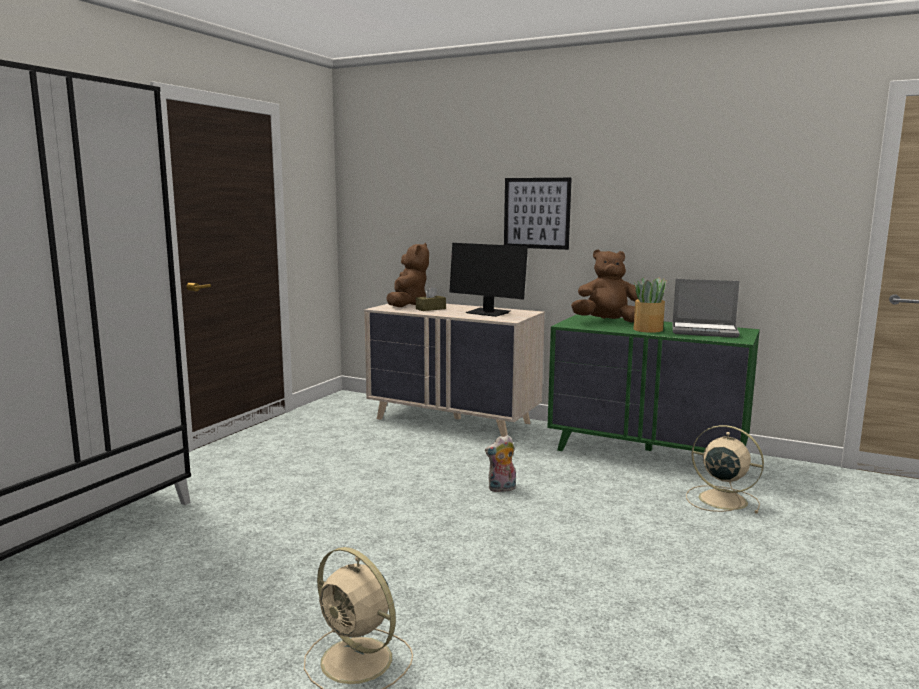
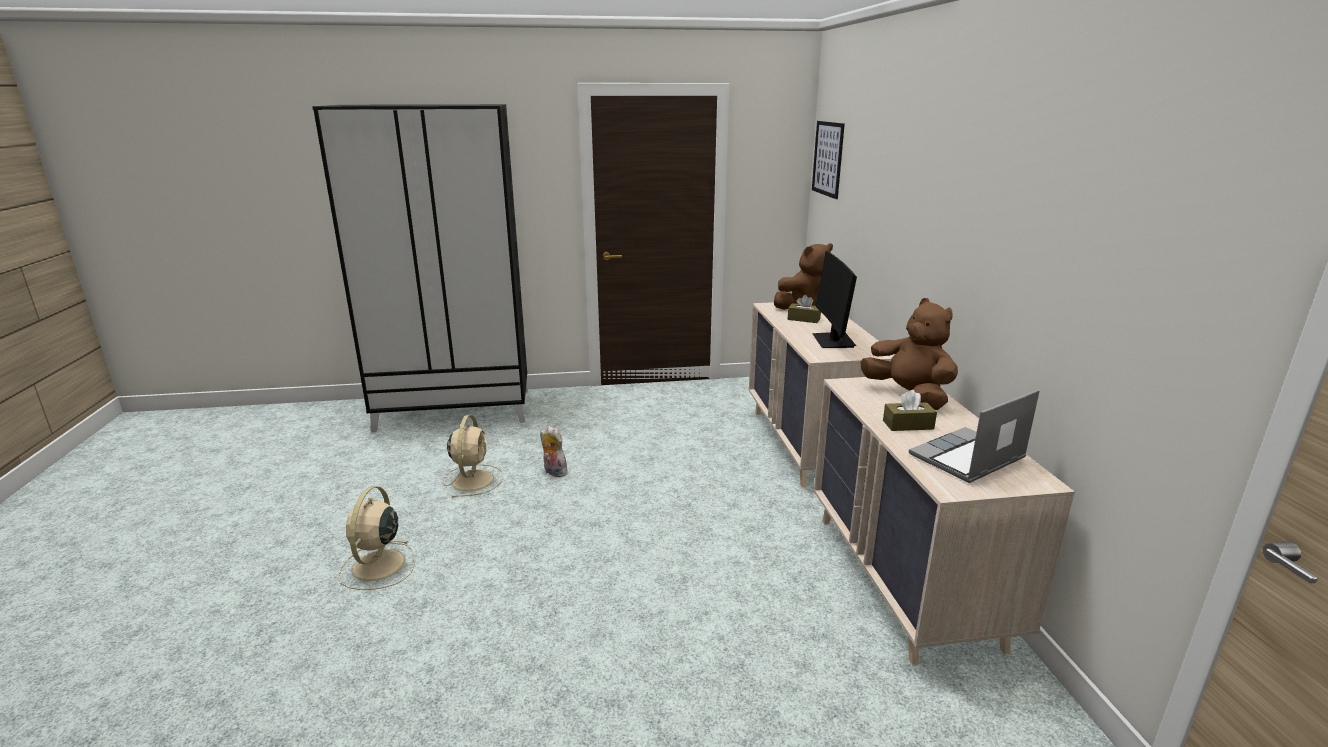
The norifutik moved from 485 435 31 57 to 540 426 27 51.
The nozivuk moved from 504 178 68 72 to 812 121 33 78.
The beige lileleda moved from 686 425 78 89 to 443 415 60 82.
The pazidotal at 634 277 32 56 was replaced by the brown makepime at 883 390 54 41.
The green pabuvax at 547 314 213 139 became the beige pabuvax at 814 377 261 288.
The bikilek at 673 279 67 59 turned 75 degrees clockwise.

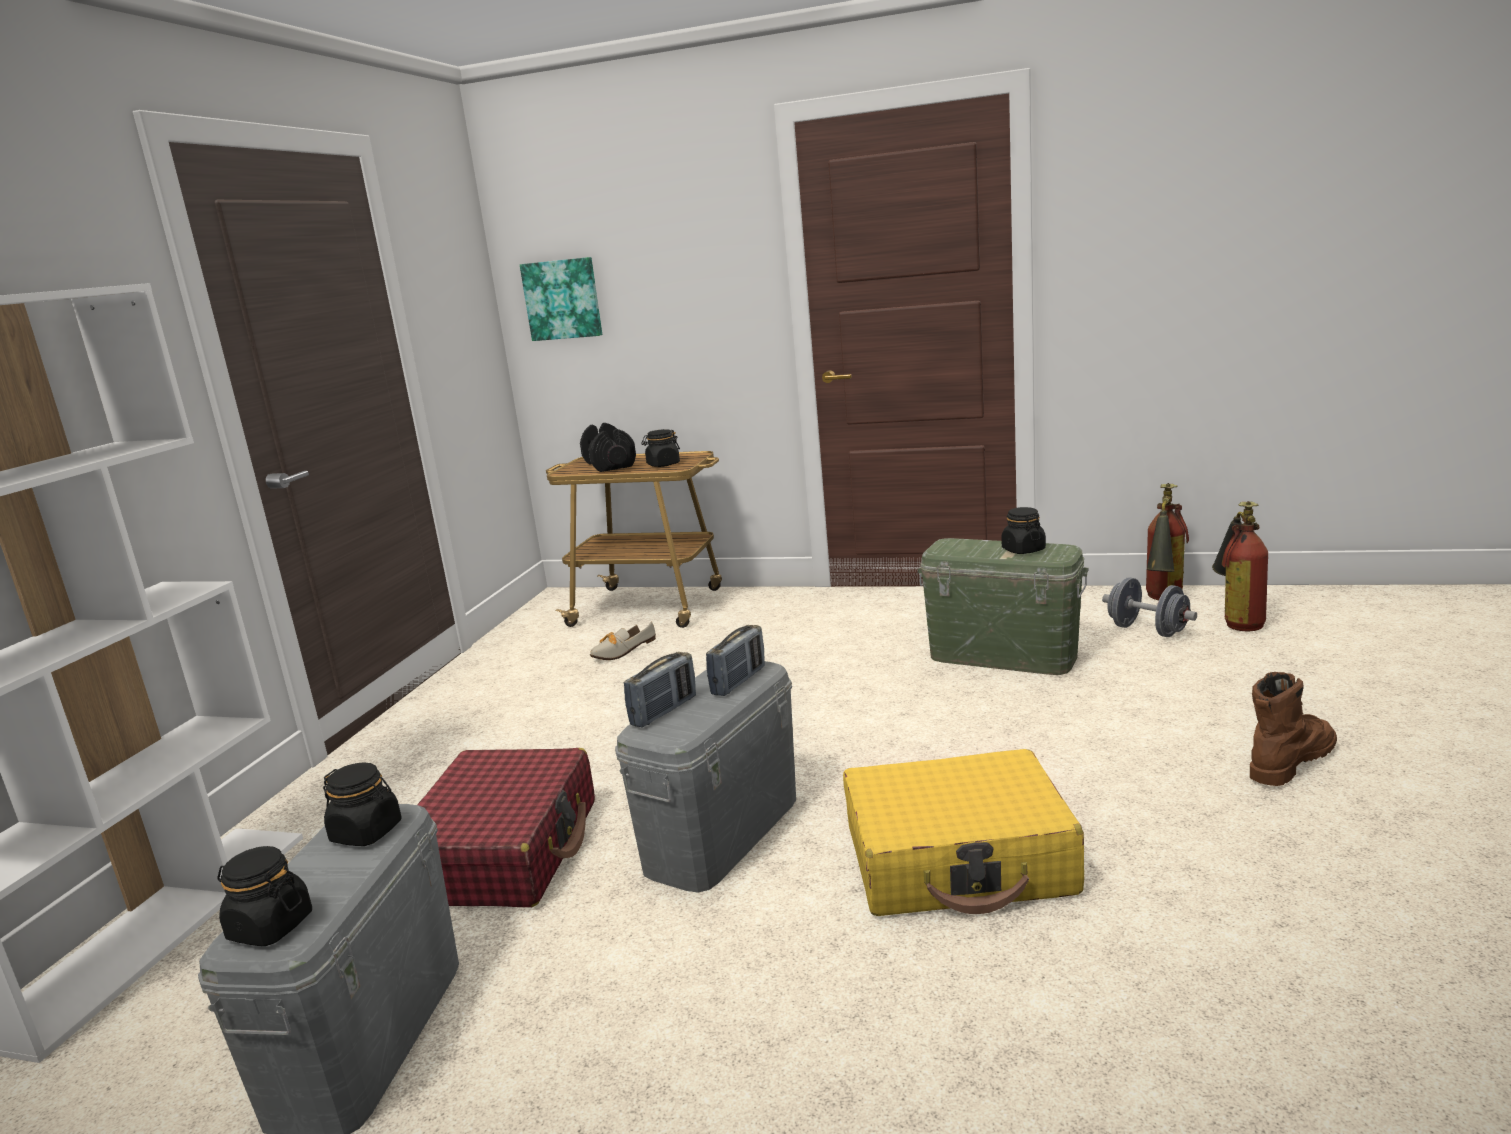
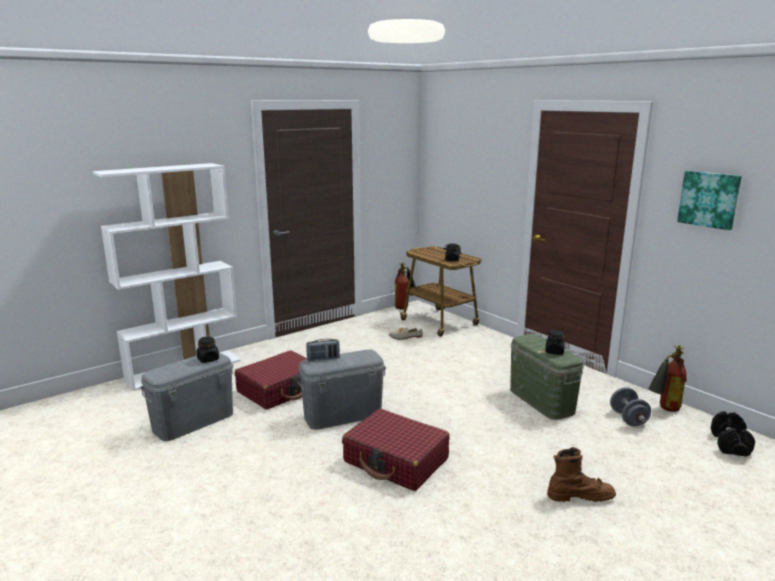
The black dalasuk at 217 846 95 100 disappeared.
The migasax at 706 625 59 71 disappeared.
The nozivuk moved from 520 257 82 84 to 677 171 65 59.
The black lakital moved from 580 423 56 49 to 711 411 44 46.
The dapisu moved from 1212 501 56 130 to 395 263 21 46.
The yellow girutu at 843 749 241 167 became the red girutu at 342 409 108 82.

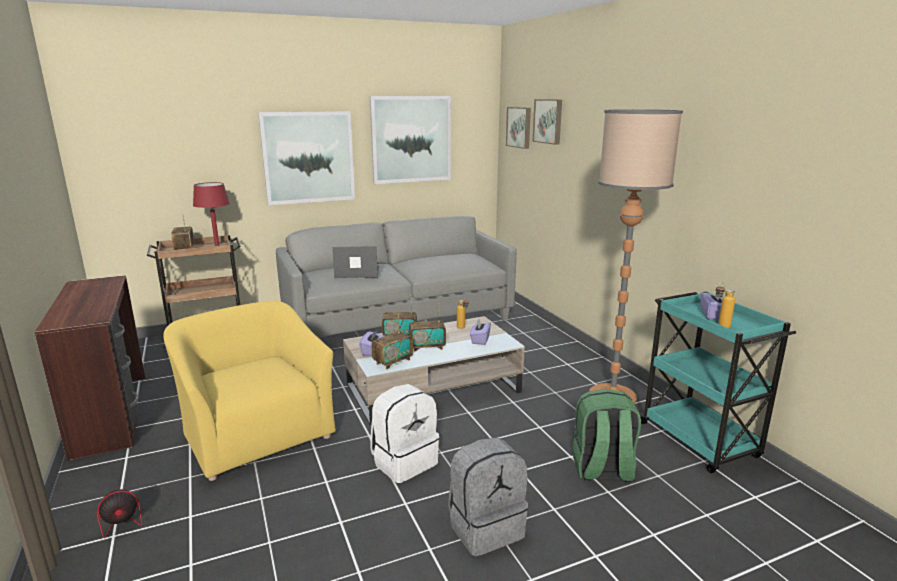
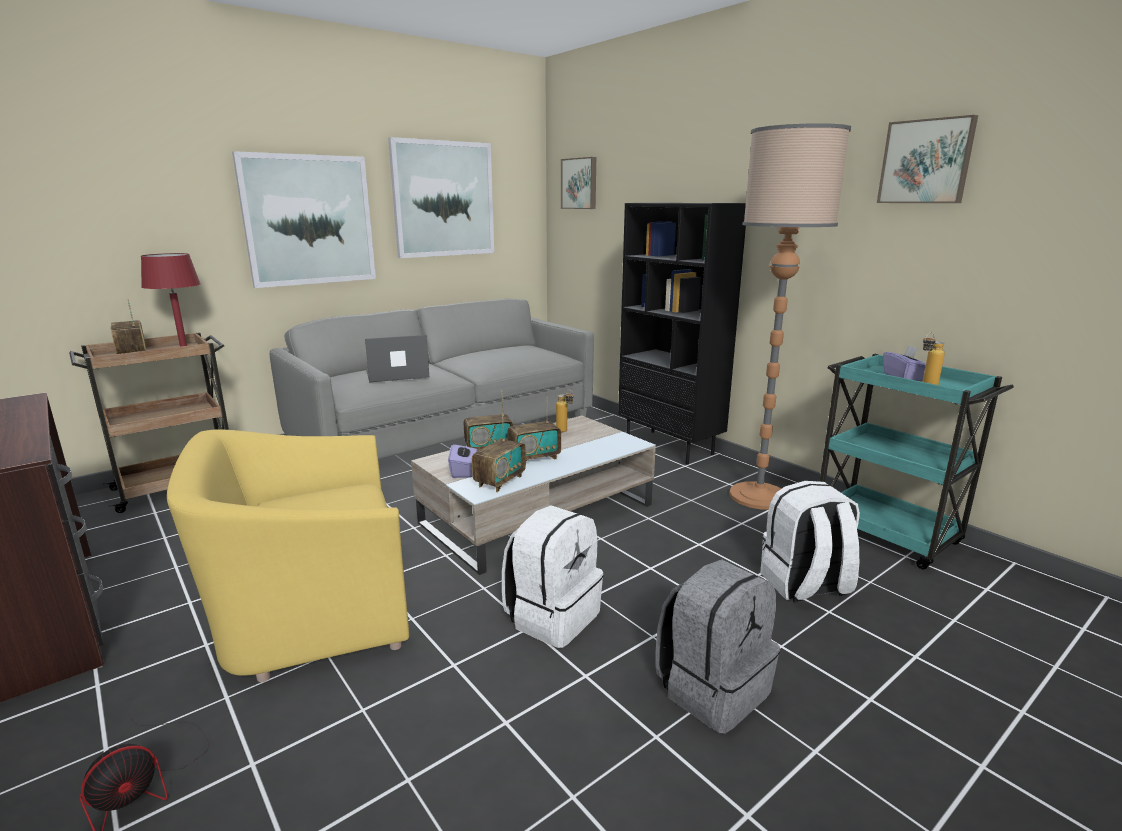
The purple makepime at 470 319 21 26 disappeared.
The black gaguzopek at 618 203 128 262 appeared.
The nozivuk moved from 533 99 29 46 to 877 115 101 88.
The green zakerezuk at 572 389 69 93 became the white zakerezuk at 760 481 100 121.
The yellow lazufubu at 163 300 173 181 turned 60 degrees counterclockwise.

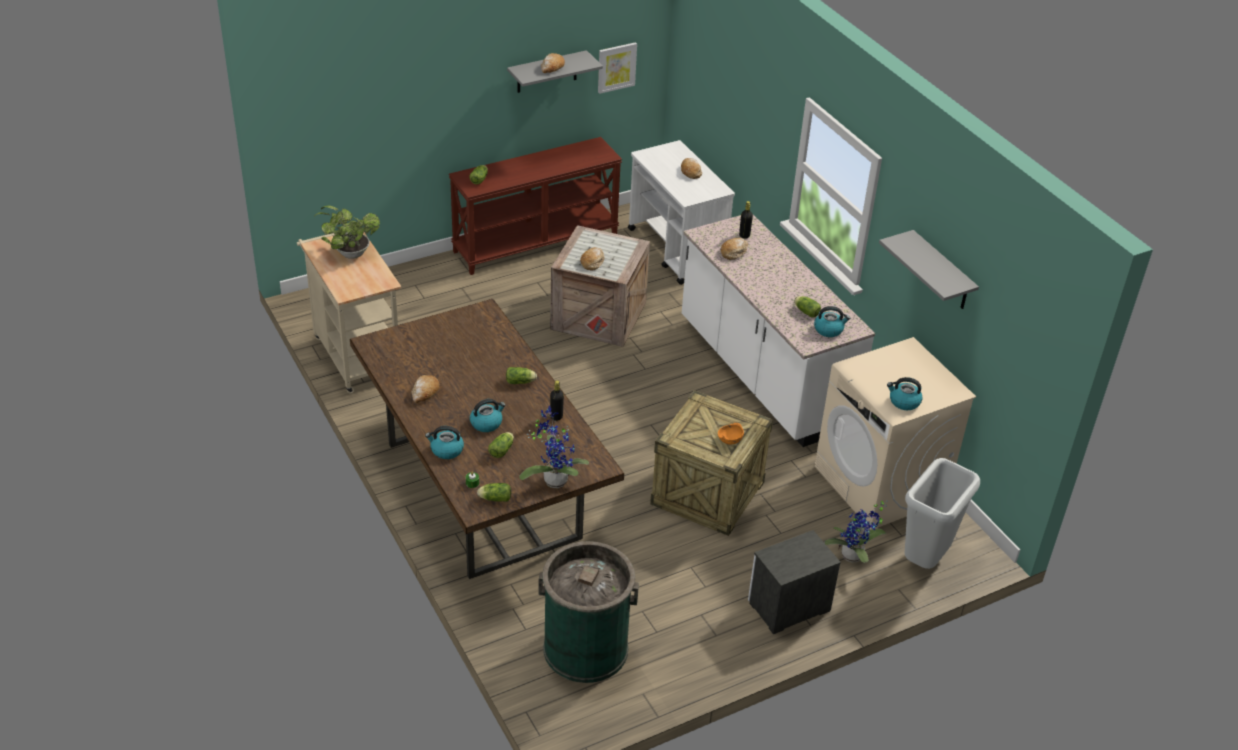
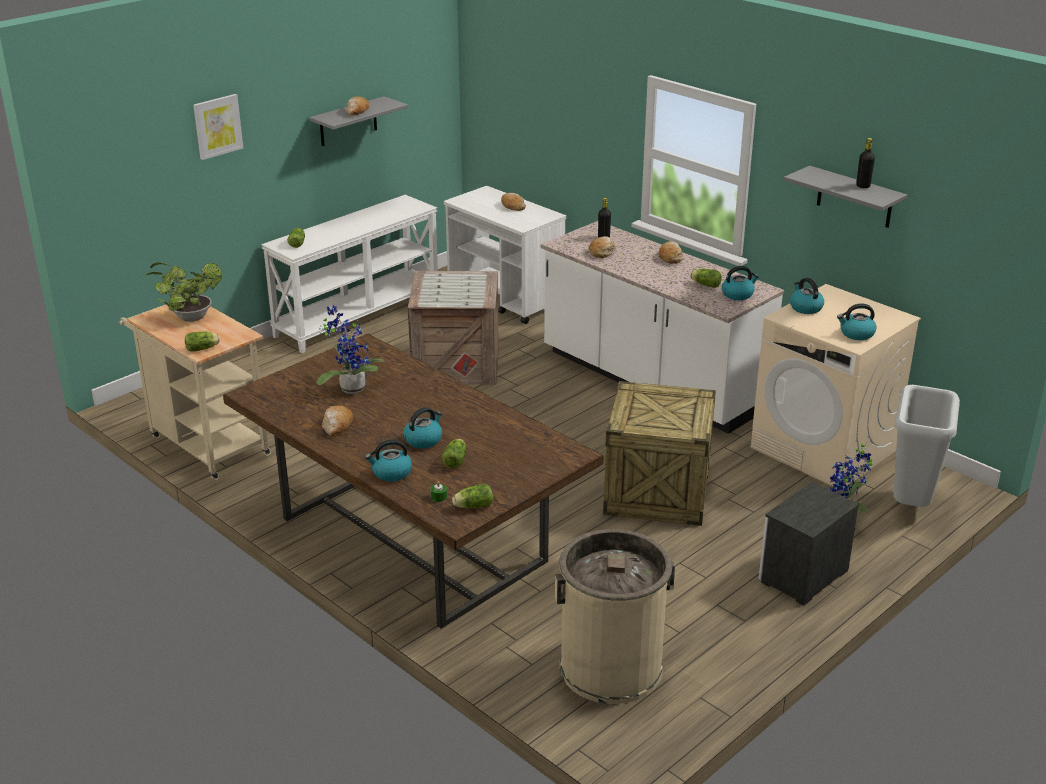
The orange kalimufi at 718 423 26 21 disappeared.
The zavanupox at 790 278 34 36 appeared.
The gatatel moved from 506 367 31 17 to 185 332 35 20.
The pazidotal moved from 519 406 70 82 to 316 305 69 89.
The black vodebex moved from 550 380 14 41 to 856 138 19 50.
The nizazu moved from 580 247 25 24 to 658 241 25 23.
The nozivuk moved from 598 42 39 52 to 193 94 50 66.
The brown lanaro at 449 137 173 138 became the white lanaro at 261 195 177 158.
The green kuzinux at 538 541 101 142 became the beige kuzinux at 555 529 120 175.

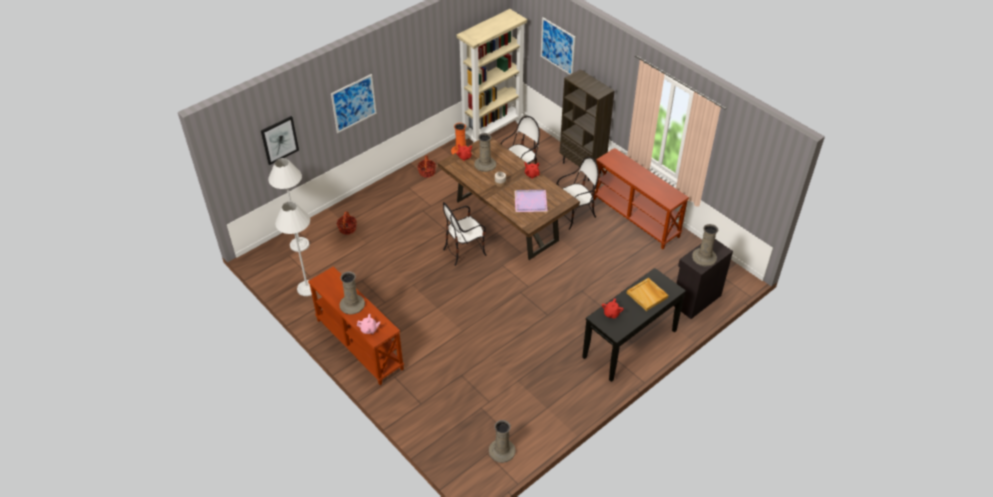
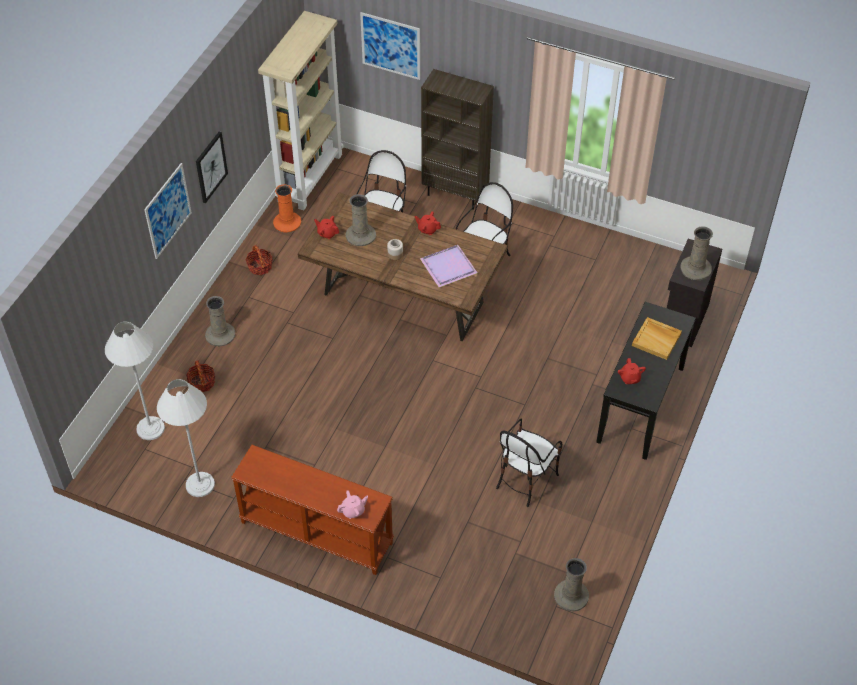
The brown lanaro at 594 148 95 101 disappeared.
The nozivuk moved from 261 116 38 49 to 196 131 32 72.
The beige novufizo moved from 340 271 25 43 to 205 296 30 50.
The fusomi moved from 443 202 44 64 to 496 419 66 88.

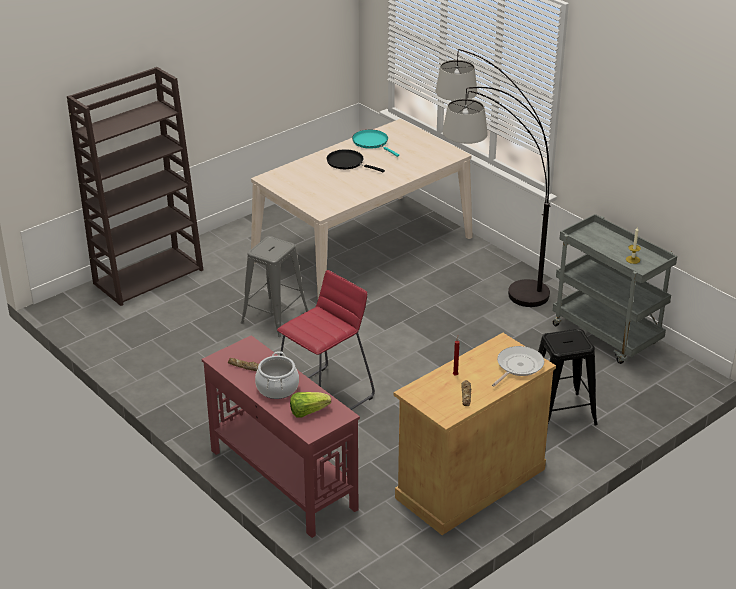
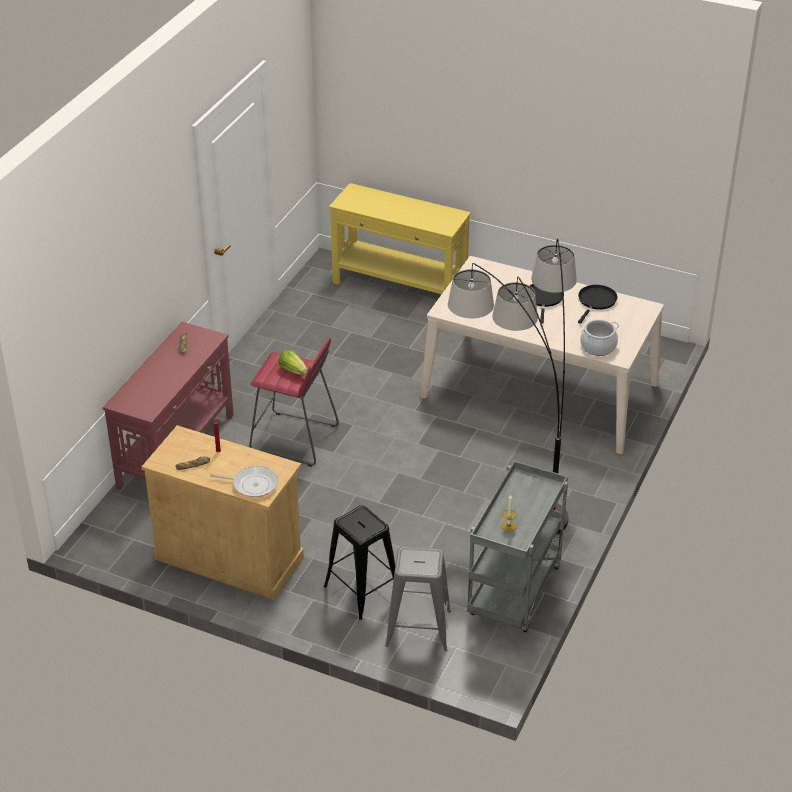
The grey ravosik moved from 241 236 68 101 to 385 547 66 104.
The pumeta moved from 255 351 44 48 to 580 319 39 37.
The gatatel moved from 290 392 41 26 to 279 350 29 25.
The brown gaguzopek at 67 67 136 239 was replaced by the yellow lanaro at 329 183 142 111.
The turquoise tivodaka at 352 130 47 27 became the black tivodaka at 578 285 40 39.

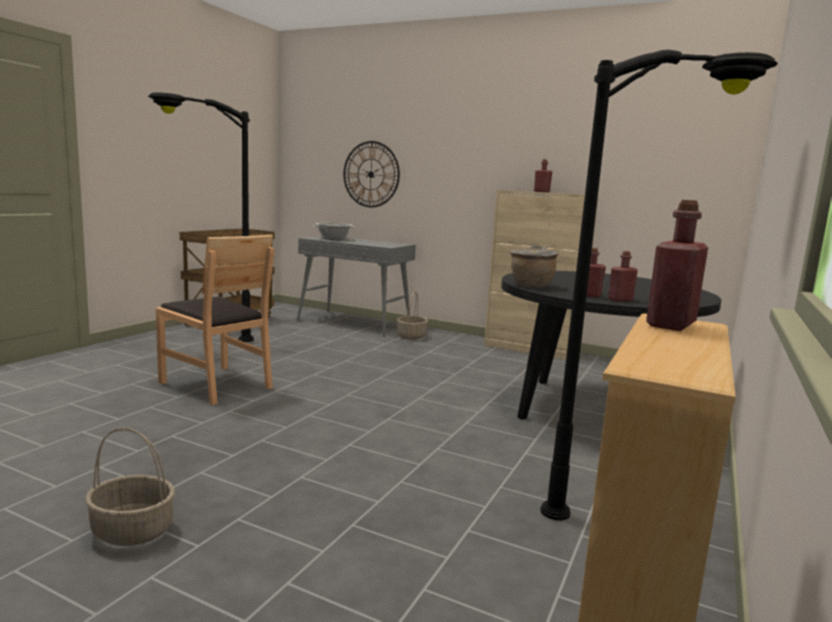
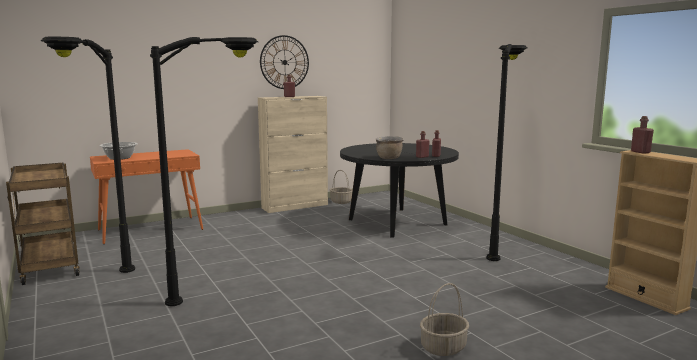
The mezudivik moved from 344 141 56 66 to 260 35 49 54.
The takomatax moved from 397 291 31 49 to 330 170 23 34.
The brown fusomi at 156 235 118 170 was replaced by the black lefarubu at 150 37 108 269.
The grey lanaro at 297 236 119 100 became the orange lanaro at 90 149 113 95.

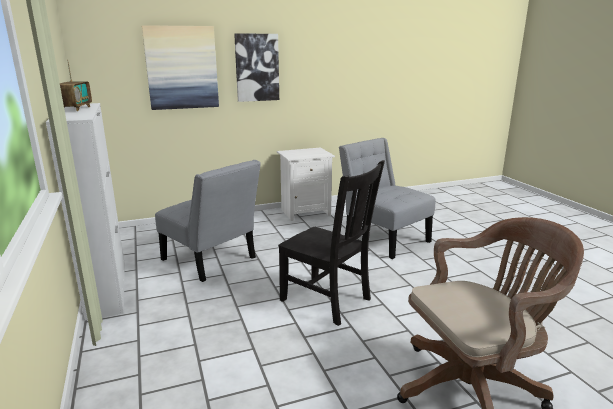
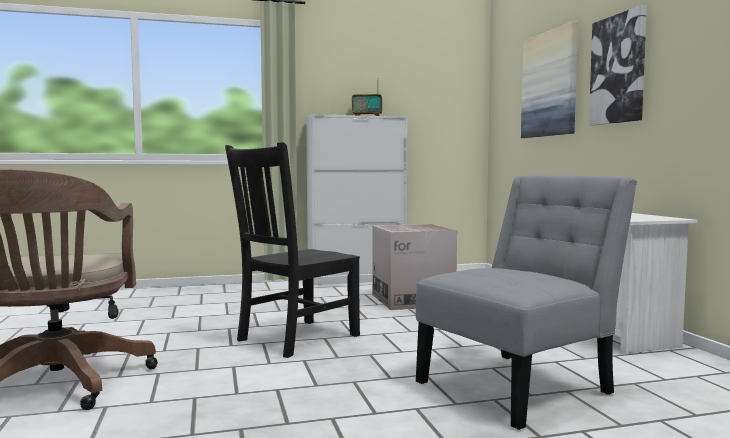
The grey fusomi at 155 160 106 122 was replaced by the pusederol at 372 224 85 86.

